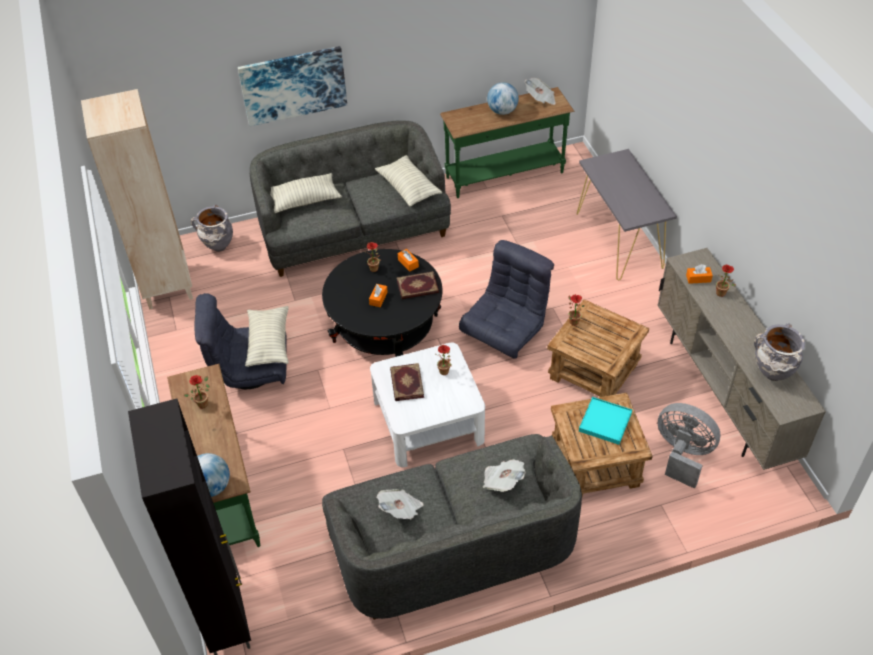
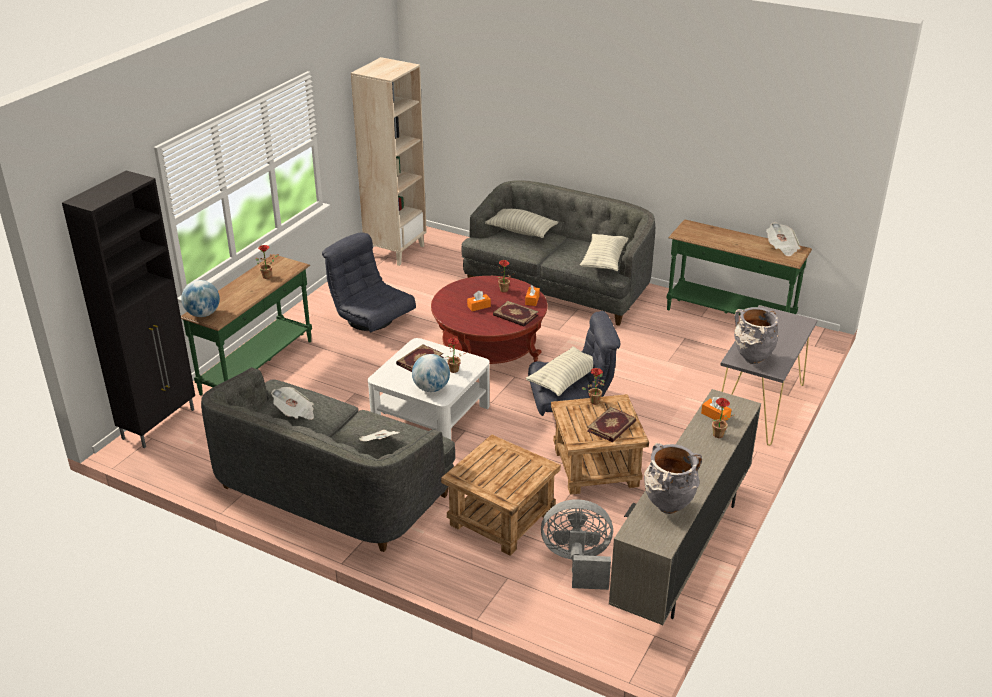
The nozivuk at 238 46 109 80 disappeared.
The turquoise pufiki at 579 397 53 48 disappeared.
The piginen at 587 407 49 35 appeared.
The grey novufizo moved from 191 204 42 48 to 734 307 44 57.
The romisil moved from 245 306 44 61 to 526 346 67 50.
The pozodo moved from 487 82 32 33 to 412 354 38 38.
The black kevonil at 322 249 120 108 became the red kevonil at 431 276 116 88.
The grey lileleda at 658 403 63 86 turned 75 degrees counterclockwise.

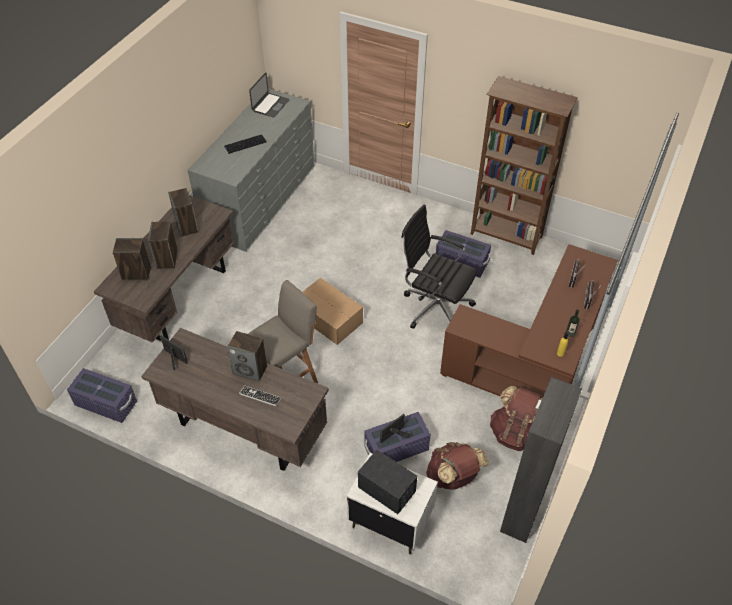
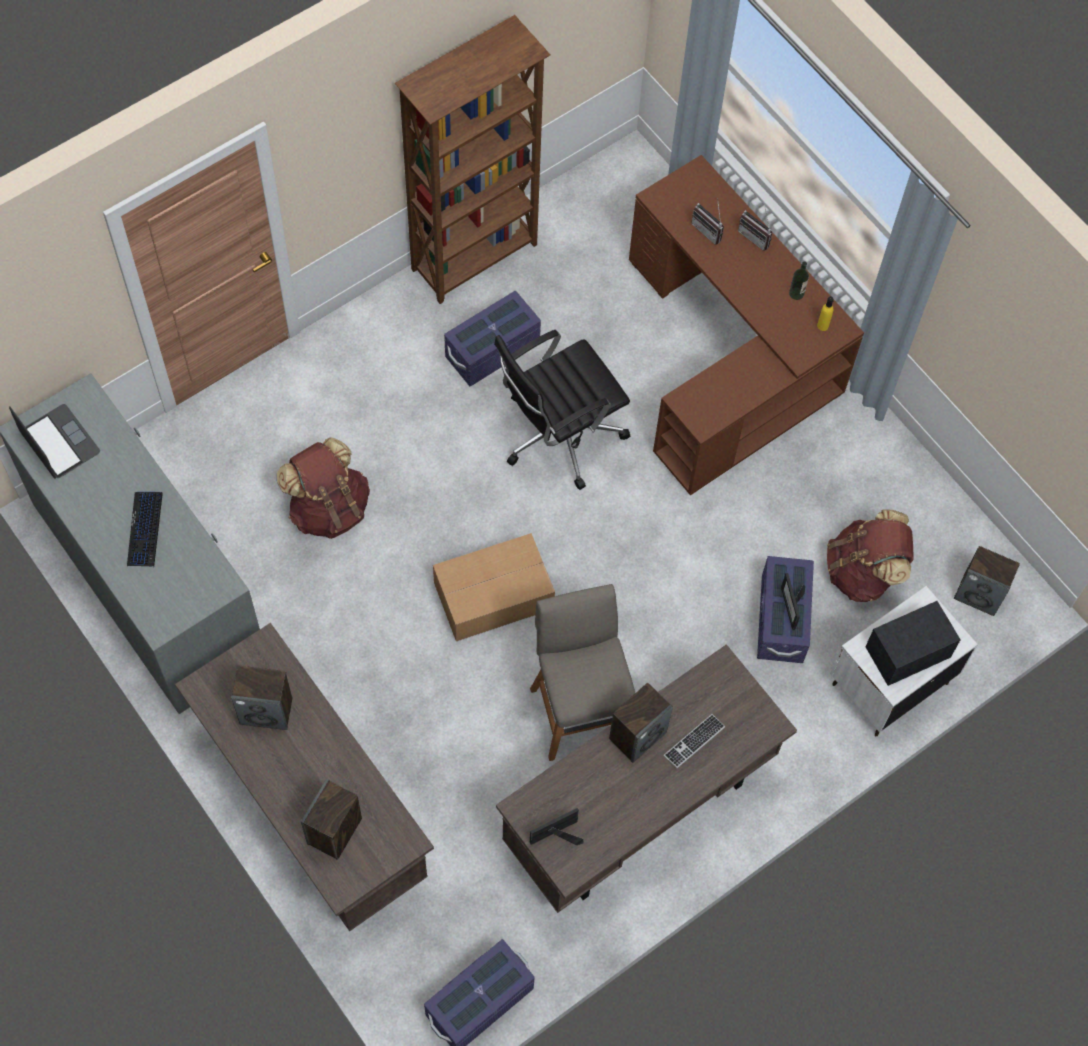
The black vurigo at 500 377 82 166 disappeared.
The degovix moved from 148 222 30 47 to 954 546 66 70.
The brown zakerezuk moved from 490 386 52 65 to 277 437 93 102.

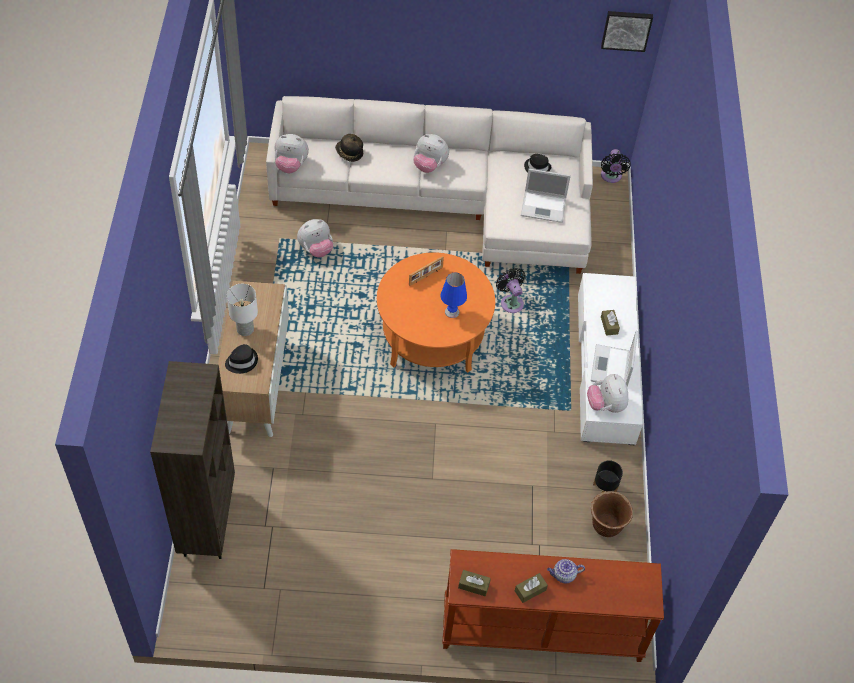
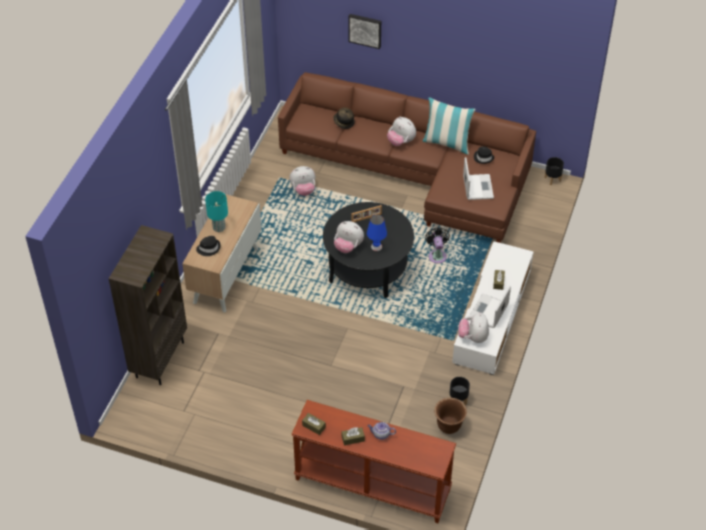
The romisil at 422 97 54 58 appeared.
The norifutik moved from 274 134 35 39 to 334 221 30 32.
The nozivuk moved from 601 11 52 41 to 348 14 33 35.
The black lileleda at 601 149 30 34 was replaced by the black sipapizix at 544 157 20 28.
The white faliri at 227 284 31 52 became the turquoise faliri at 205 191 23 41.
The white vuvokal at 266 96 327 178 became the brown vuvokal at 278 72 258 171.
The orange kevonil at 377 252 118 121 became the black kevonil at 323 202 91 96.
The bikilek at 521 169 50 54 turned 120 degrees counterclockwise.

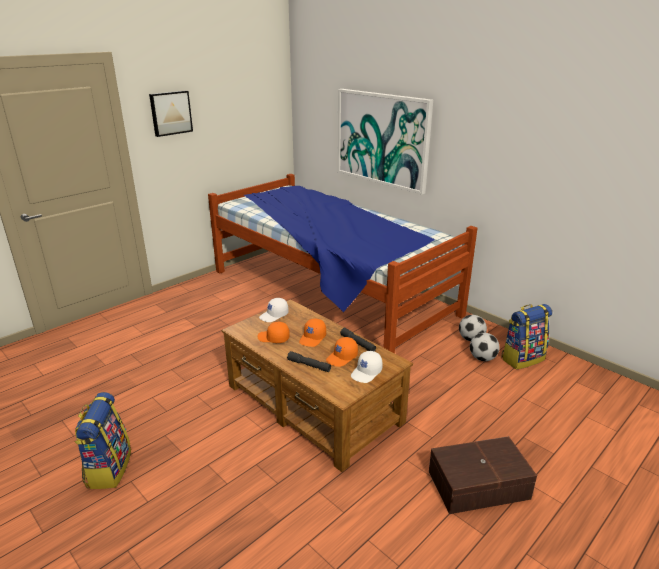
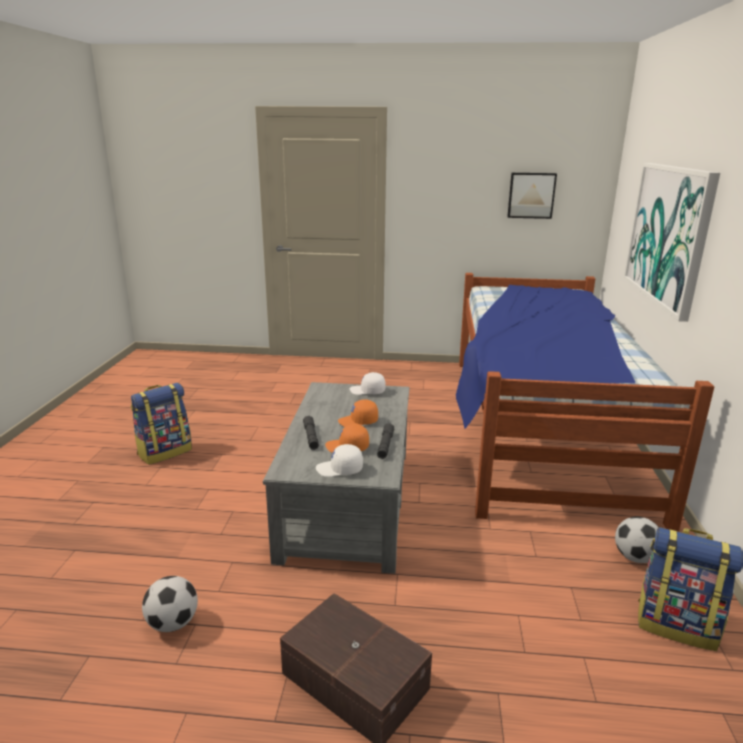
The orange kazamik at 257 322 33 21 disappeared.
The nozivuk moved from 149 90 44 47 to 507 173 50 46.
The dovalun moved from 470 333 30 28 to 142 576 56 56.
The brown kevonil at 222 299 191 173 became the grey kevonil at 263 382 146 192.

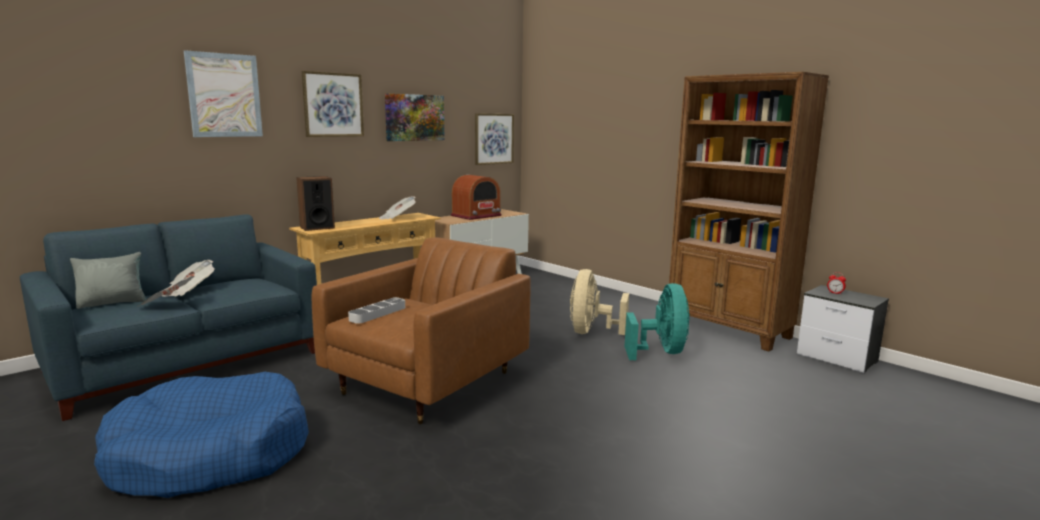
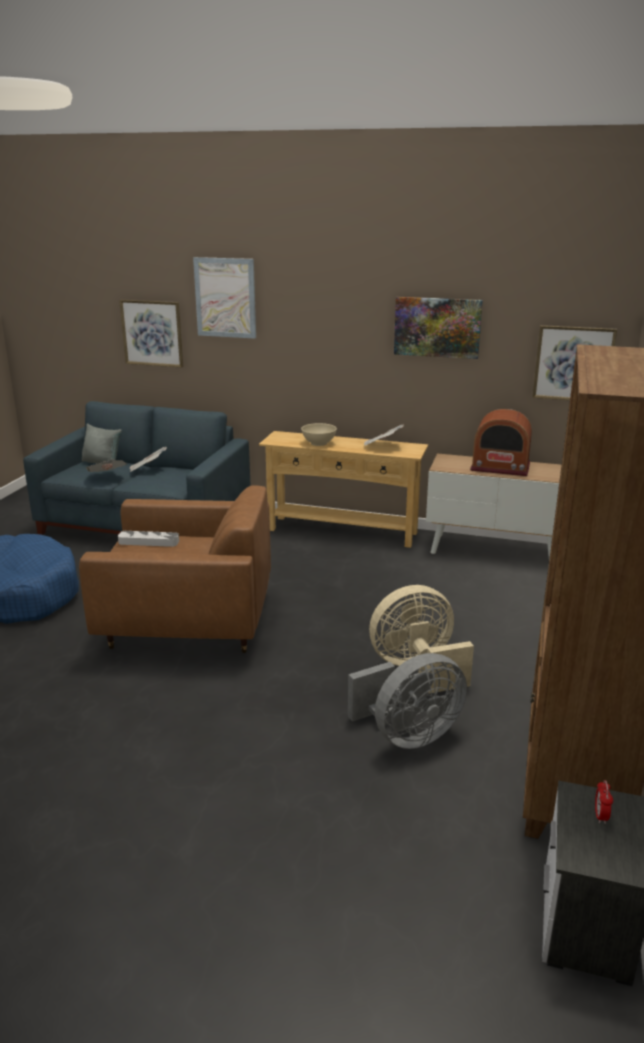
The degovix at 296 176 39 55 disappeared.
The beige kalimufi at 301 423 36 23 appeared.
The nozivuk moved from 302 71 62 66 to 119 300 64 68.
The turquoise lileleda at 625 283 65 77 became the grey lileleda at 348 653 119 96.

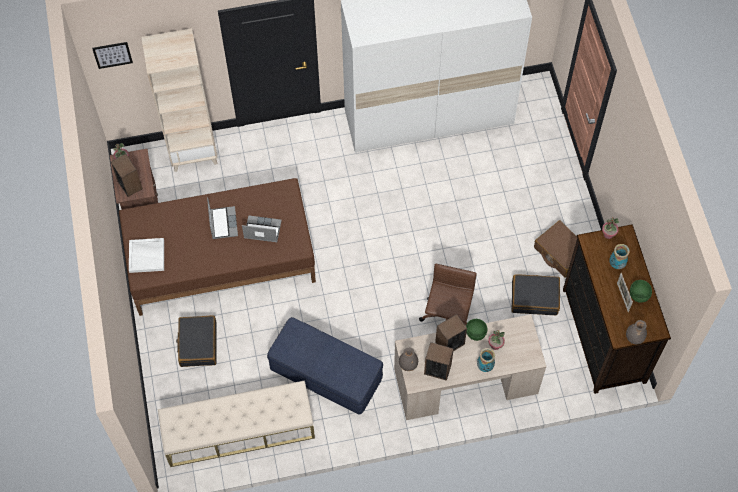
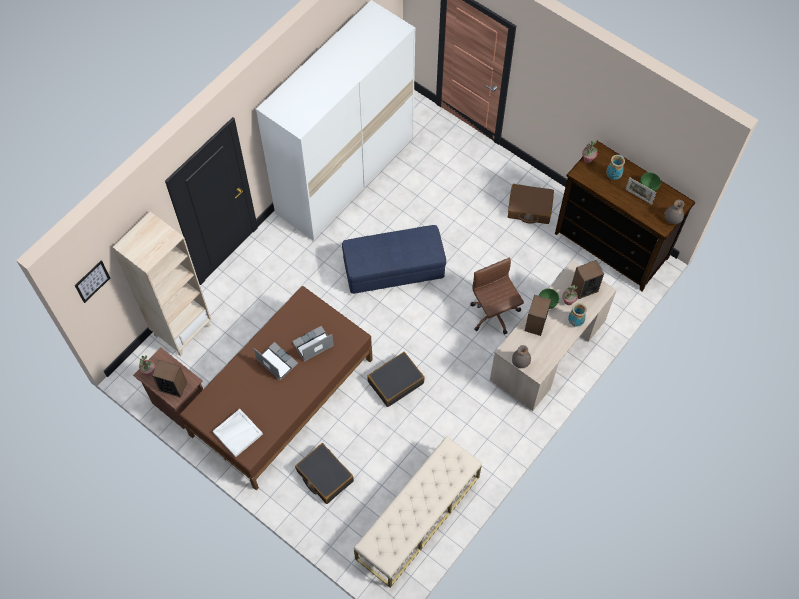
The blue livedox moved from 267 317 116 98 to 342 225 104 69.
The degovix moved from 424 342 30 39 to 571 260 33 39.
The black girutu moved from 511 274 49 41 to 367 352 58 55.

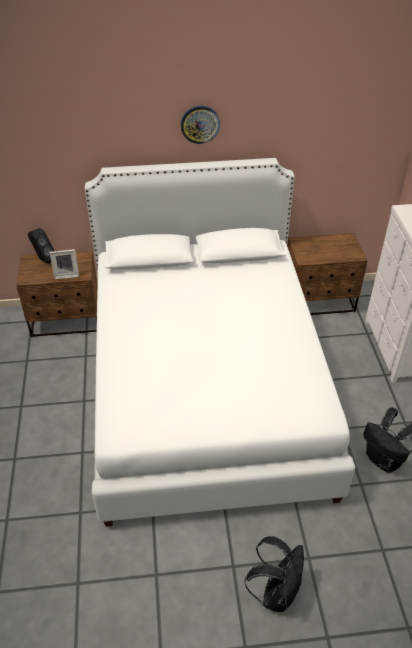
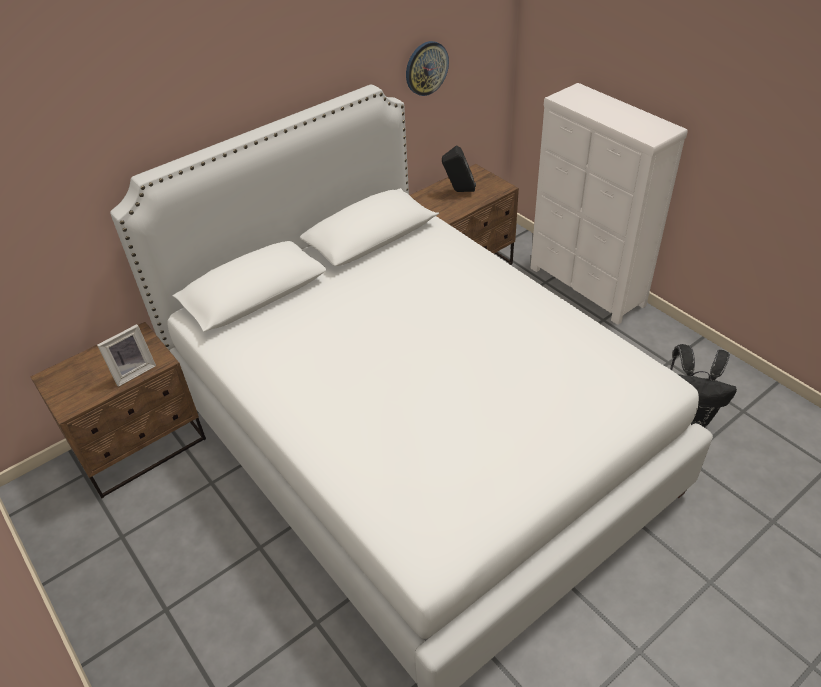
The black zakerezuk at 244 536 60 76 disappeared.
The black degovix moved from 28 228 27 36 to 442 146 34 46.
The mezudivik moved from 181 106 39 38 to 406 41 43 55.

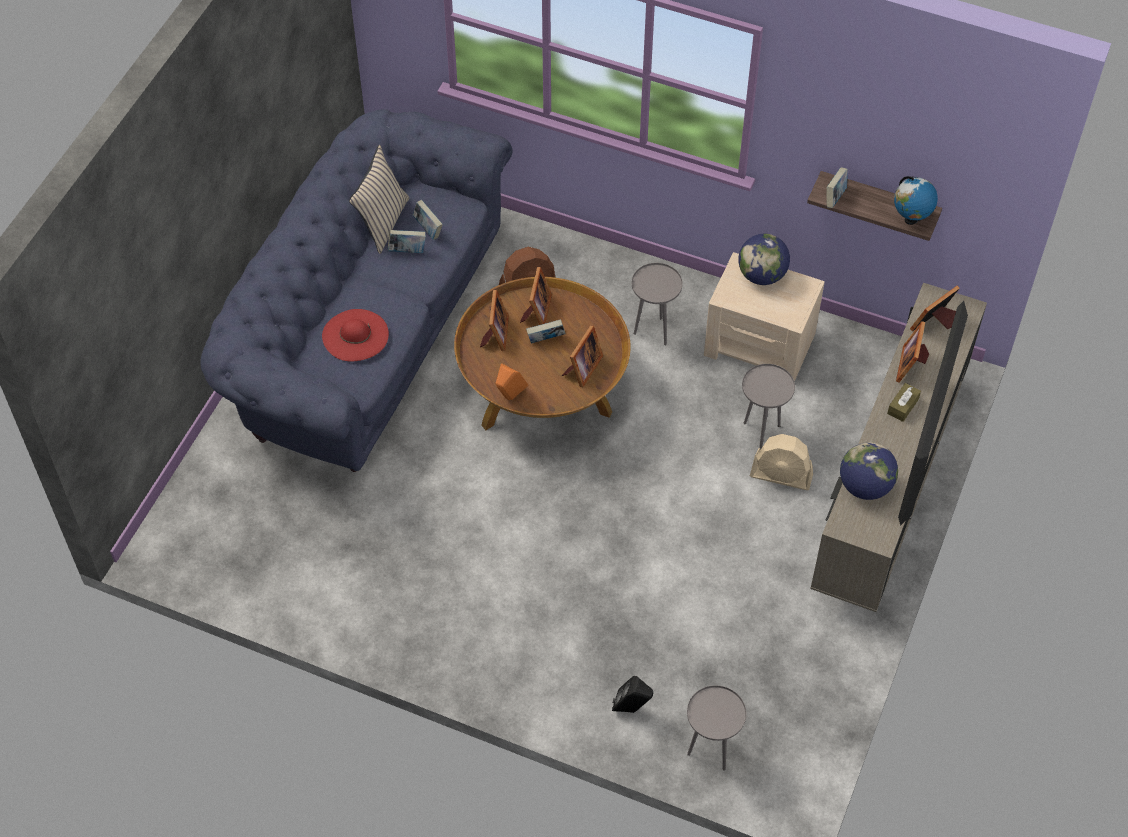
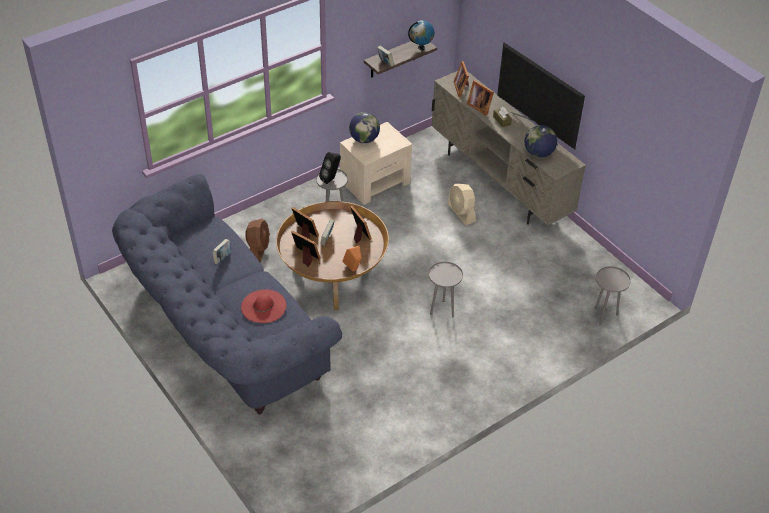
The beige romisil at 349 145 60 109 disappeared.
The piginen at 413 200 30 40 disappeared.
The black degovix moved from 612 676 41 37 to 319 152 22 32.
The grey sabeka moved from 742 364 53 86 to 429 262 34 55.
The beige lileleda at 750 434 63 56 turned 105 degrees clockwise.

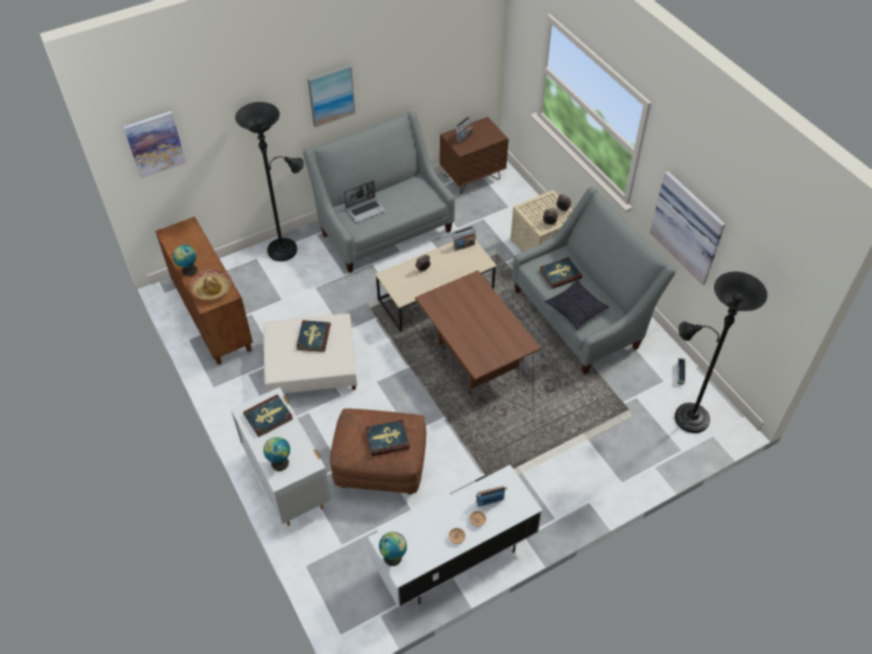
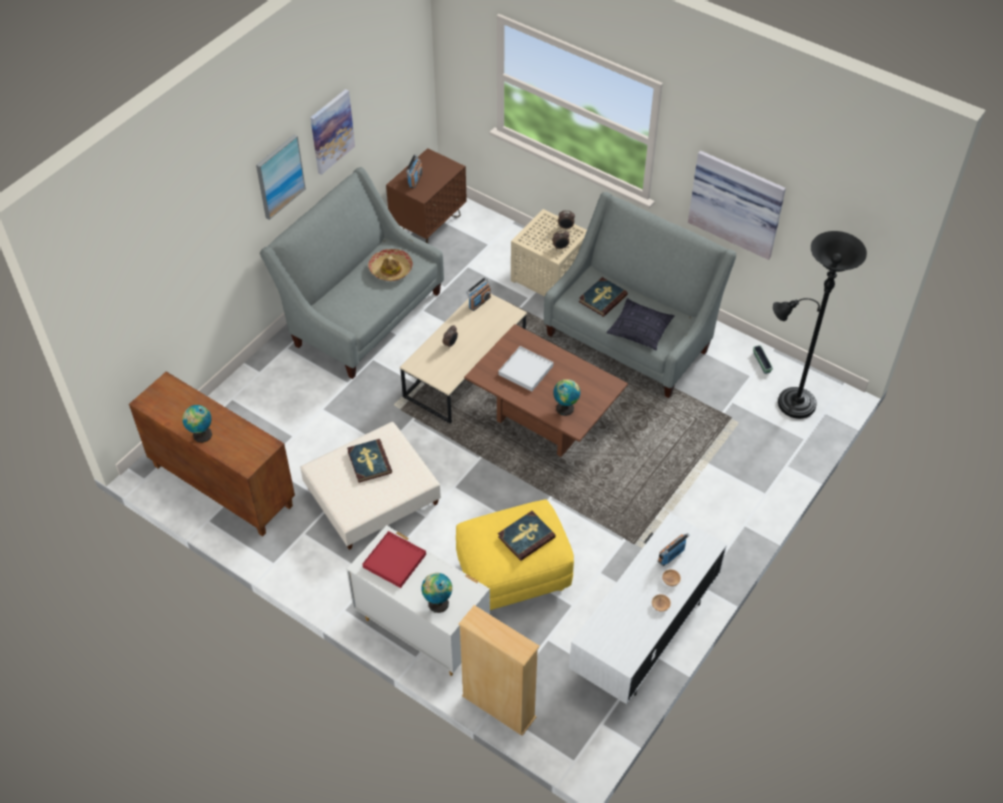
The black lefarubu at 235 102 69 159 disappeared.
The bikilek at 344 180 42 43 disappeared.
The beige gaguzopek at 458 605 82 131 appeared.
The white pufiki at 498 346 55 46 appeared.
The nozivuk moved from 124 111 62 68 to 310 89 45 86.
The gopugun moved from 189 269 43 32 to 368 249 45 32.
The pozodo moved from 379 532 28 34 to 553 379 27 37.
The piginen at 243 394 50 43 was replaced by the red pufiki at 362 531 64 57.
The brown livedox at 330 408 96 86 became the yellow livedox at 456 500 118 111.

